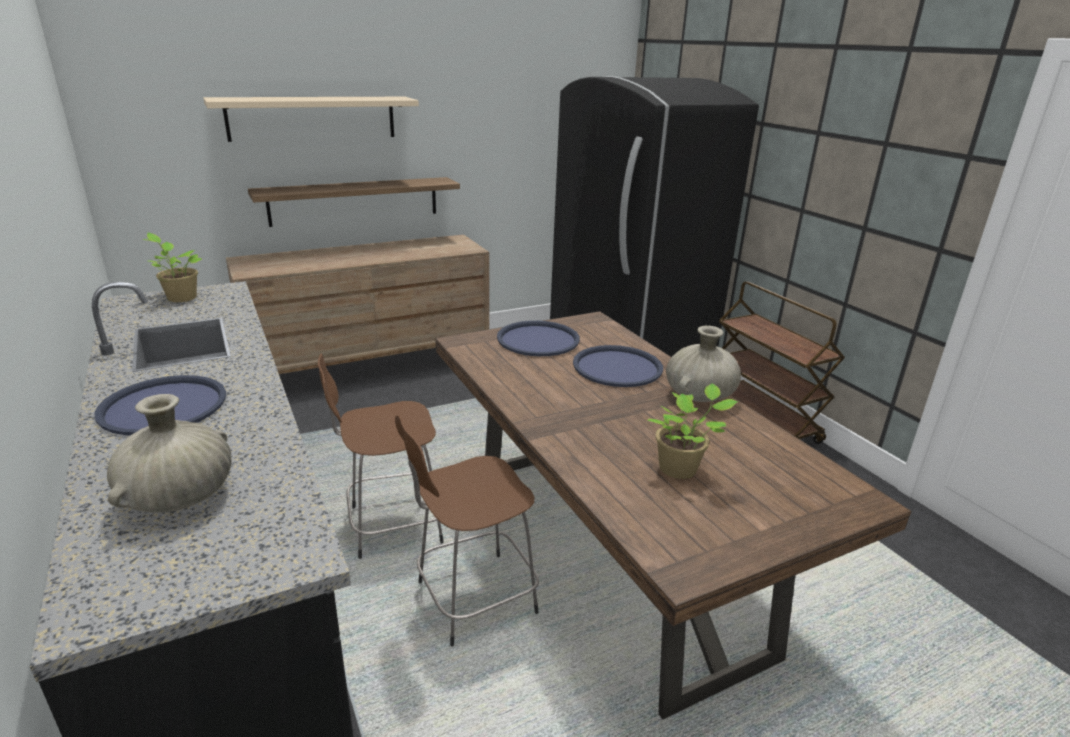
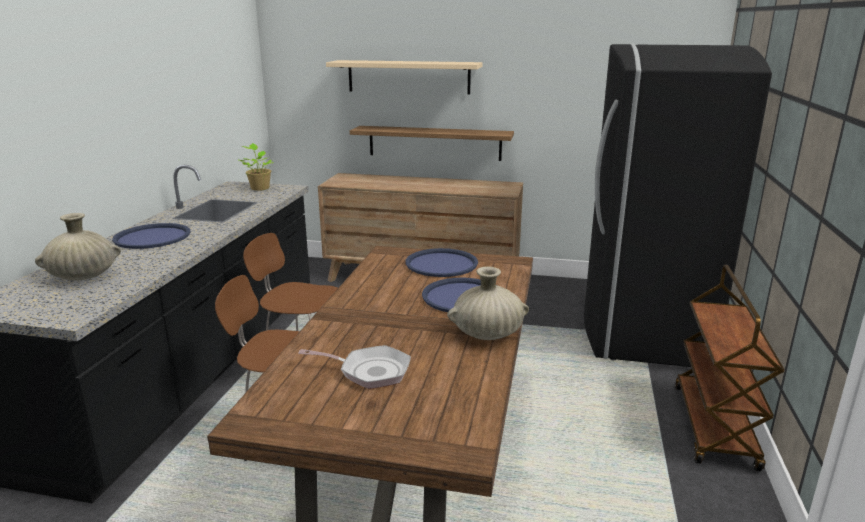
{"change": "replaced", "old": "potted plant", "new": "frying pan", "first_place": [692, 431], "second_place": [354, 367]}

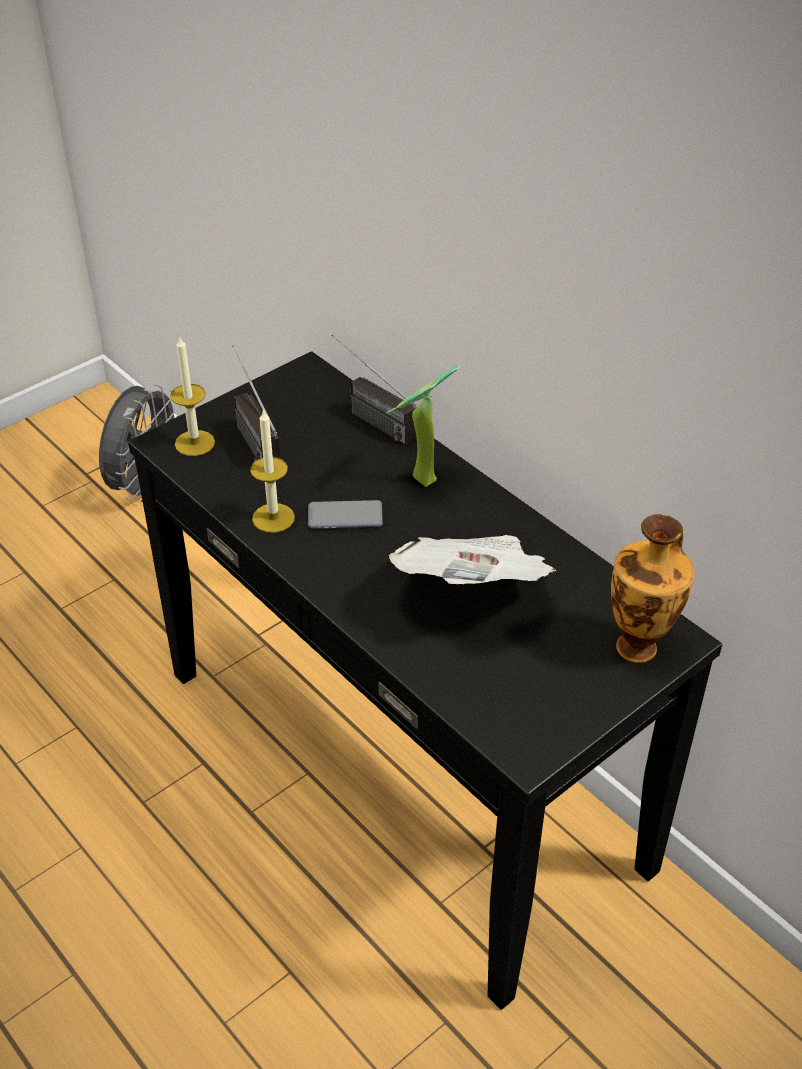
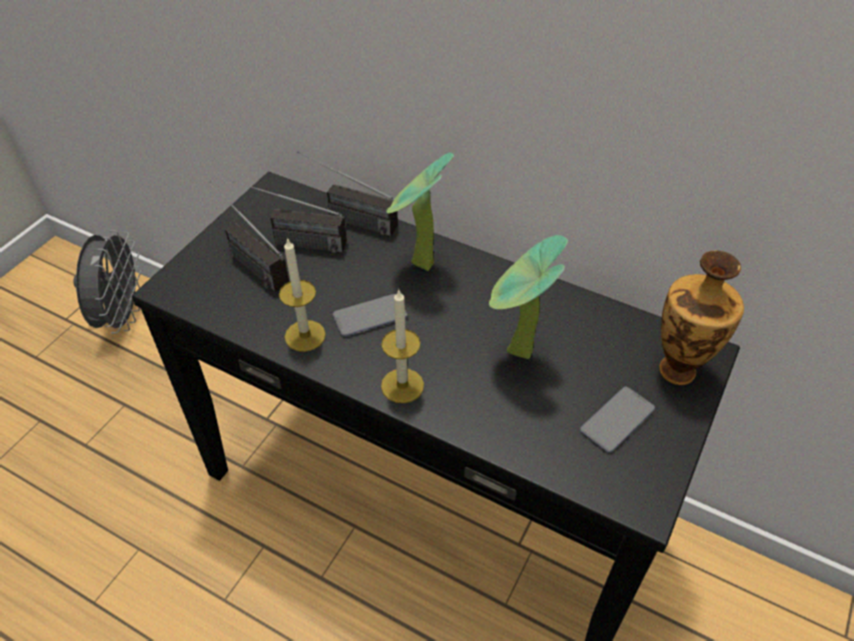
{"change": "added", "new": "radio", "second_place": [289, 217]}
{"change": "moved", "old": "candle", "first_place": [192, 396], "second_place": [402, 346]}
{"change": "replaced", "old": "newspaper", "new": "potted plant", "first_place": [472, 559], "second_place": [528, 297]}
{"change": "added", "new": "phone", "second_place": [617, 419]}

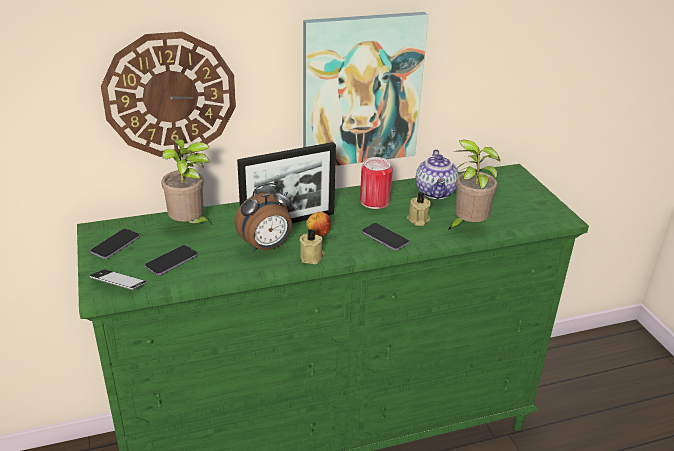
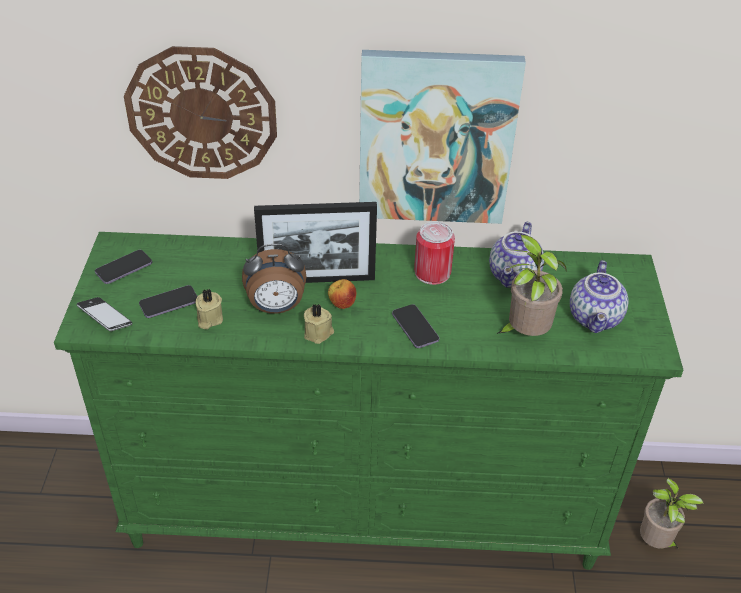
{"change": "moved", "old": "candle in beige", "first_place": [419, 209], "second_place": [209, 309]}
{"change": "added", "new": "teapot", "second_place": [599, 296]}
{"change": "moved", "old": "potted plant", "first_place": [186, 181], "second_place": [672, 513]}

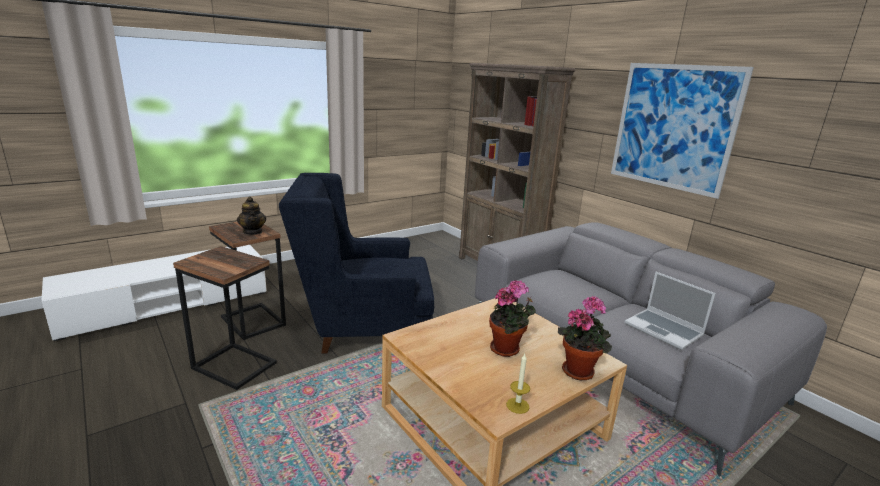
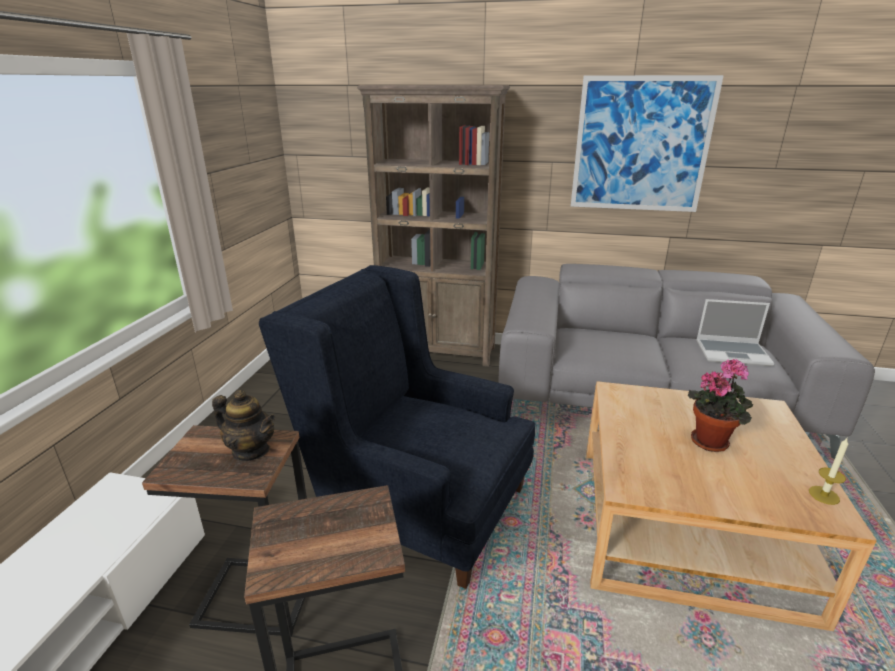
{"change": "turned", "old": "armchair in blue", "first_place": [356, 263], "second_place": [397, 427], "degrees": 75}
{"change": "removed", "old": "potted plant", "first_place": [585, 338]}

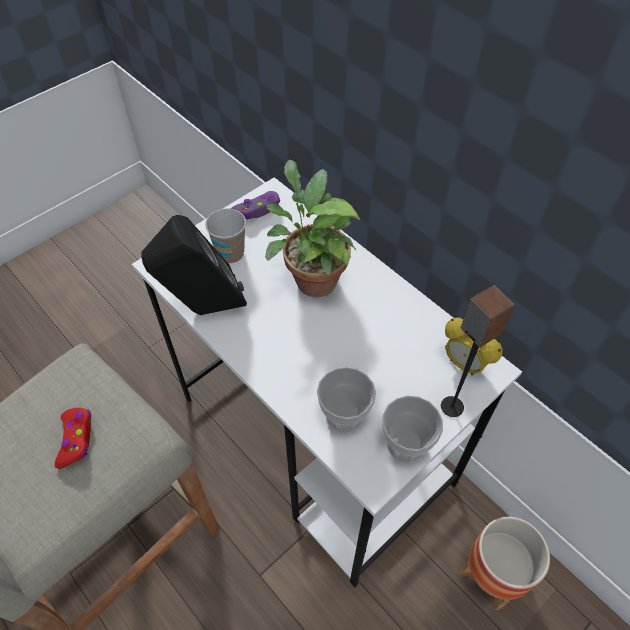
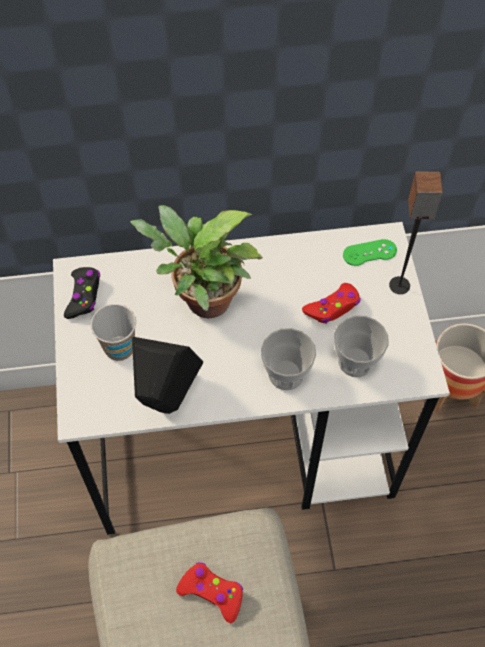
{"change": "recoloured", "old": "game controller in purple", "new": "game controller in black", "first_place": [255, 205], "second_place": [82, 293]}
{"change": "moved", "old": "cup", "first_place": [412, 429], "second_place": [288, 359]}
{"change": "added", "new": "game controller in red", "second_place": [331, 303]}
{"change": "replaced", "old": "alarm clock", "new": "game controller in green", "first_place": [474, 346], "second_place": [370, 252]}

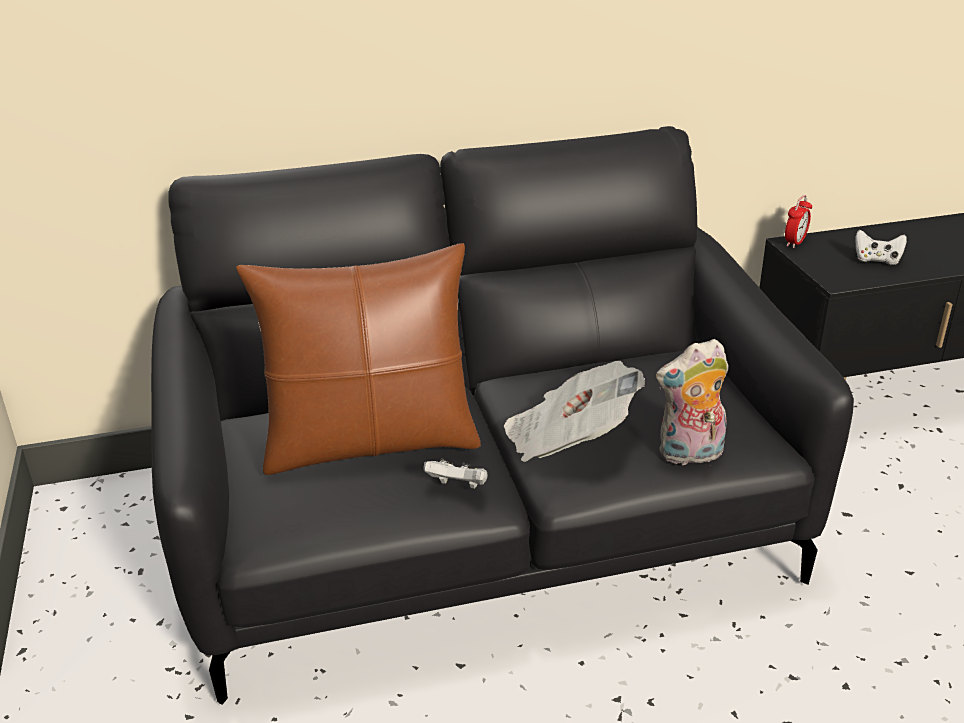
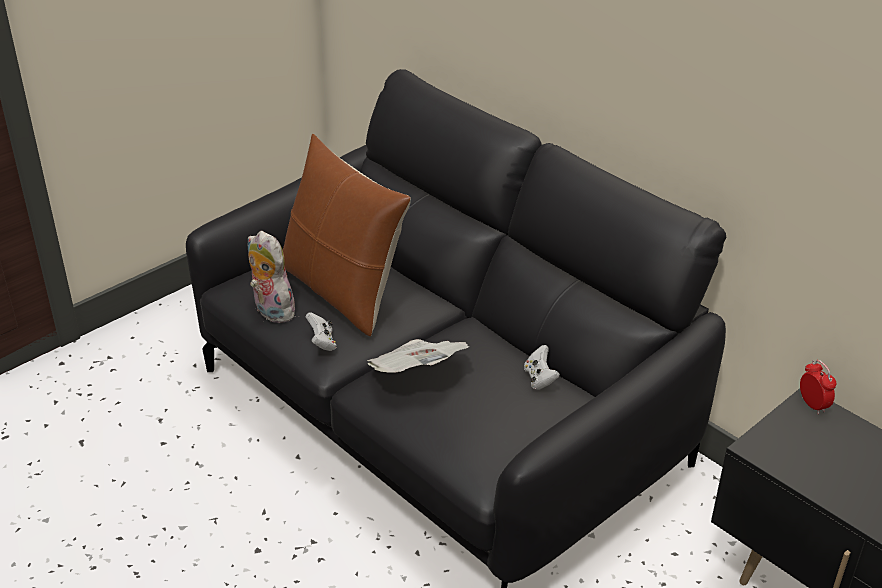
{"change": "moved", "old": "plush toy", "first_place": [692, 402], "second_place": [271, 277]}
{"change": "moved", "old": "game controller in white", "first_place": [881, 247], "second_place": [542, 367]}
{"change": "turned", "old": "alarm clock", "first_place": [798, 221], "second_place": [818, 387], "degrees": -120}

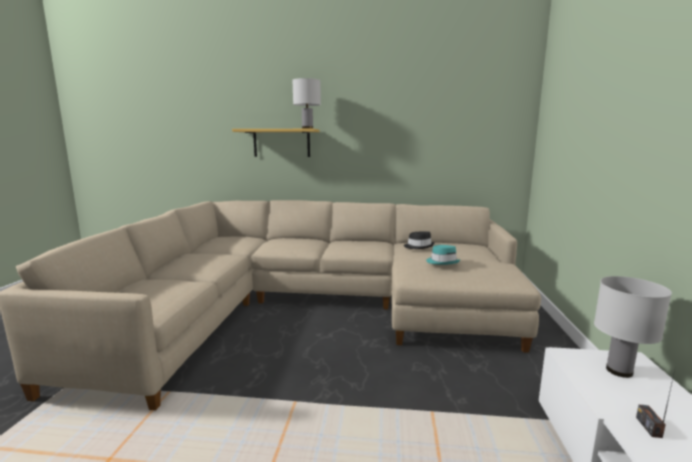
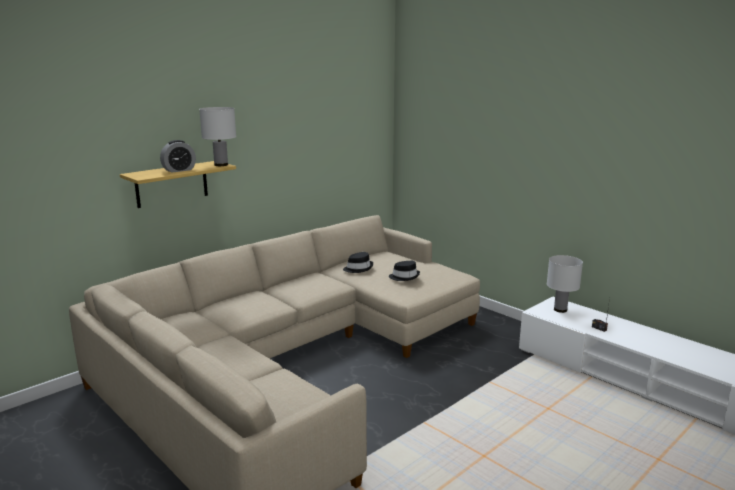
{"change": "added", "new": "alarm clock", "second_place": [178, 156]}
{"change": "recoloured", "old": "hat in turquoise", "new": "hat in black", "first_place": [443, 255], "second_place": [404, 271]}

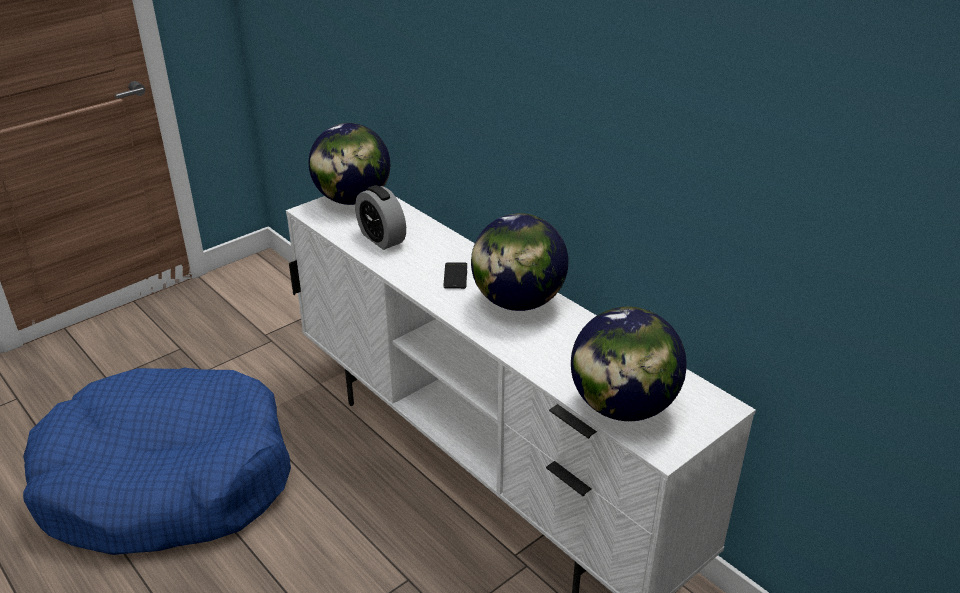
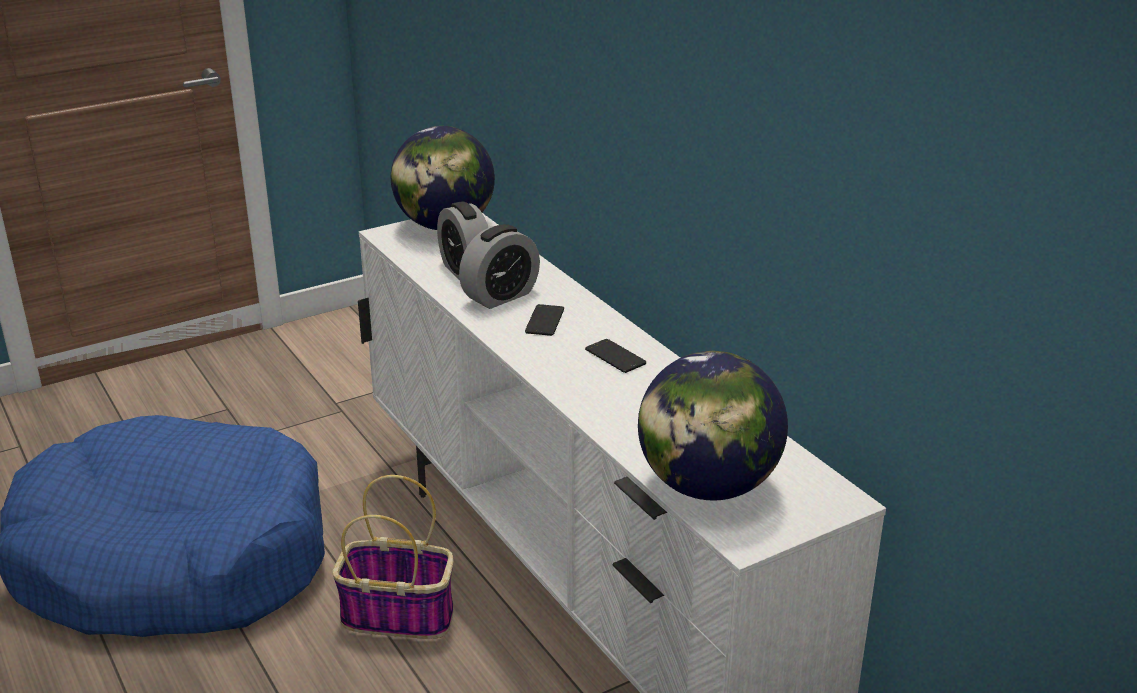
{"change": "added", "new": "basket", "second_place": [392, 557]}
{"change": "added", "new": "alarm clock", "second_place": [499, 266]}
{"change": "replaced", "old": "globe", "new": "phone", "first_place": [519, 262], "second_place": [615, 356]}

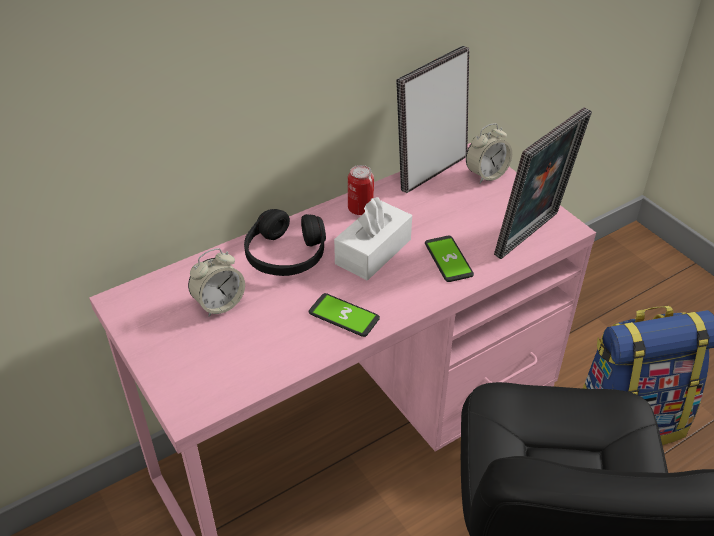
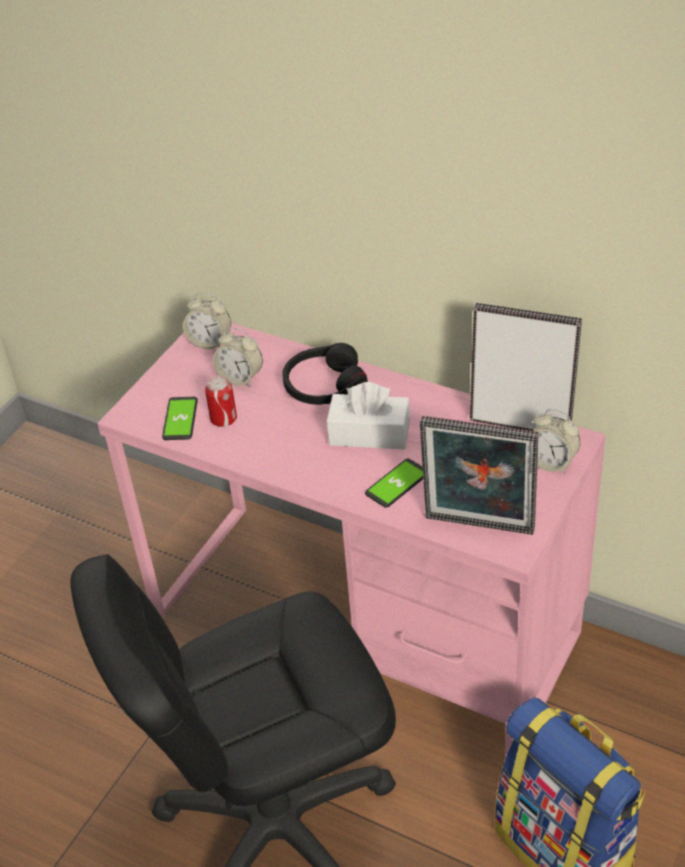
{"change": "moved", "old": "phone", "first_place": [344, 315], "second_place": [180, 418]}
{"change": "added", "new": "alarm clock", "second_place": [207, 321]}
{"change": "moved", "old": "can", "first_place": [361, 190], "second_place": [221, 401]}

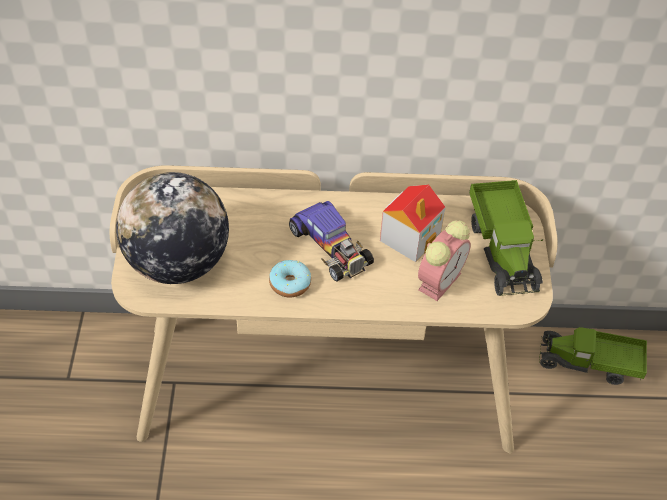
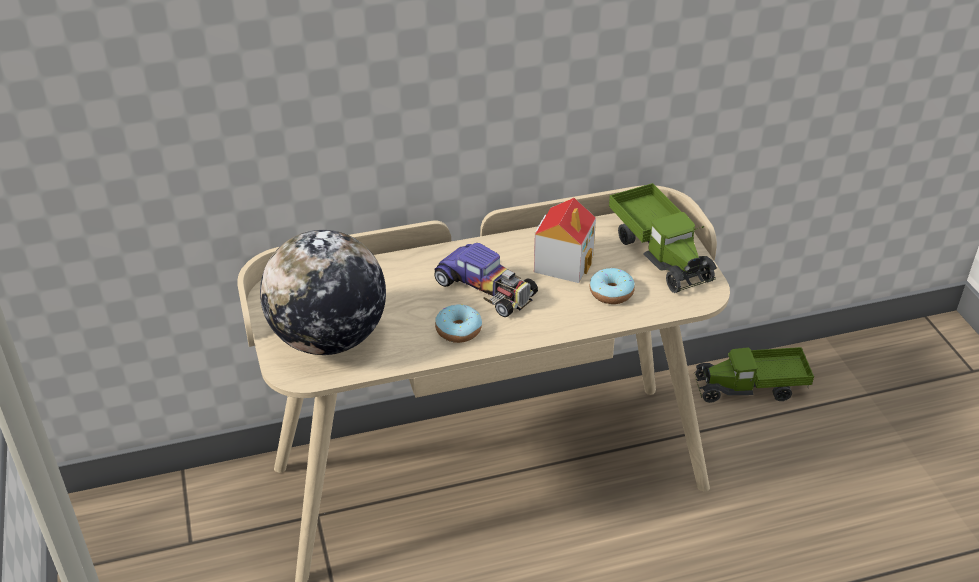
{"change": "replaced", "old": "alarm clock", "new": "donut", "first_place": [444, 260], "second_place": [612, 286]}

